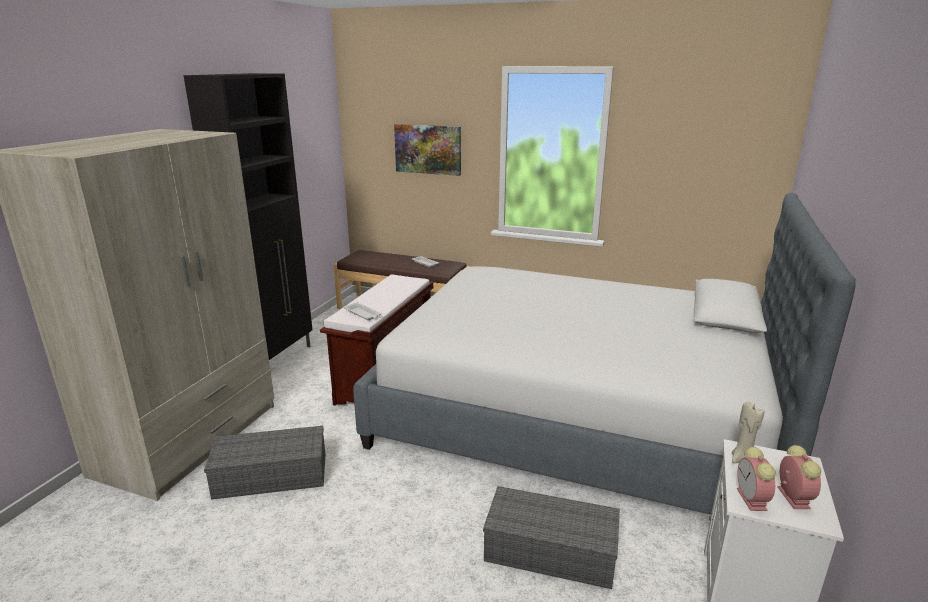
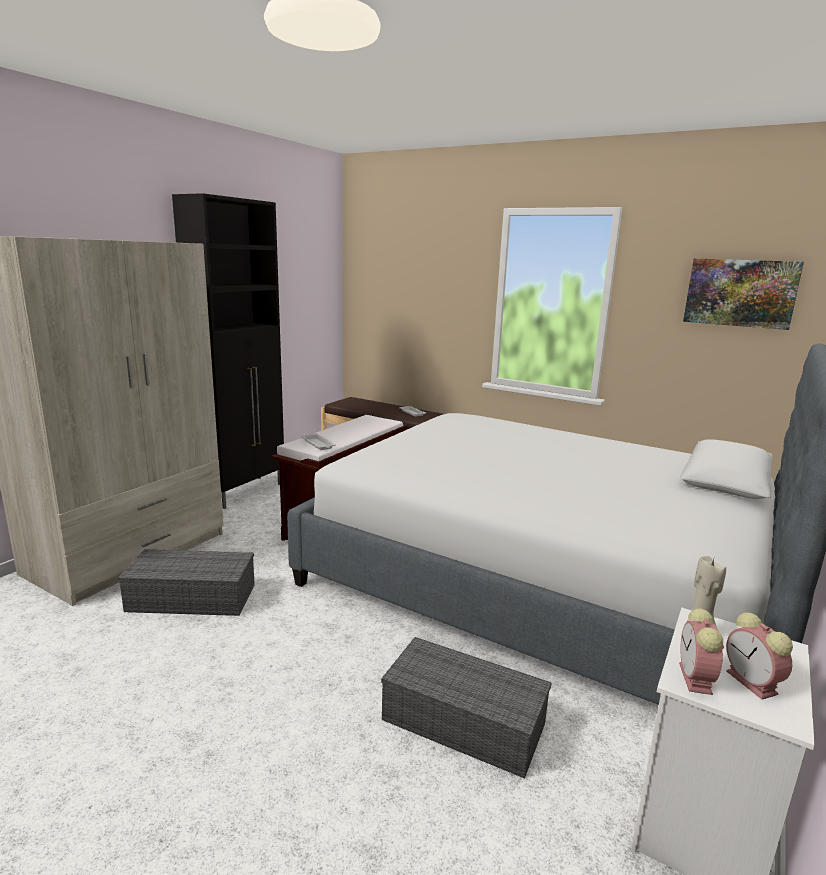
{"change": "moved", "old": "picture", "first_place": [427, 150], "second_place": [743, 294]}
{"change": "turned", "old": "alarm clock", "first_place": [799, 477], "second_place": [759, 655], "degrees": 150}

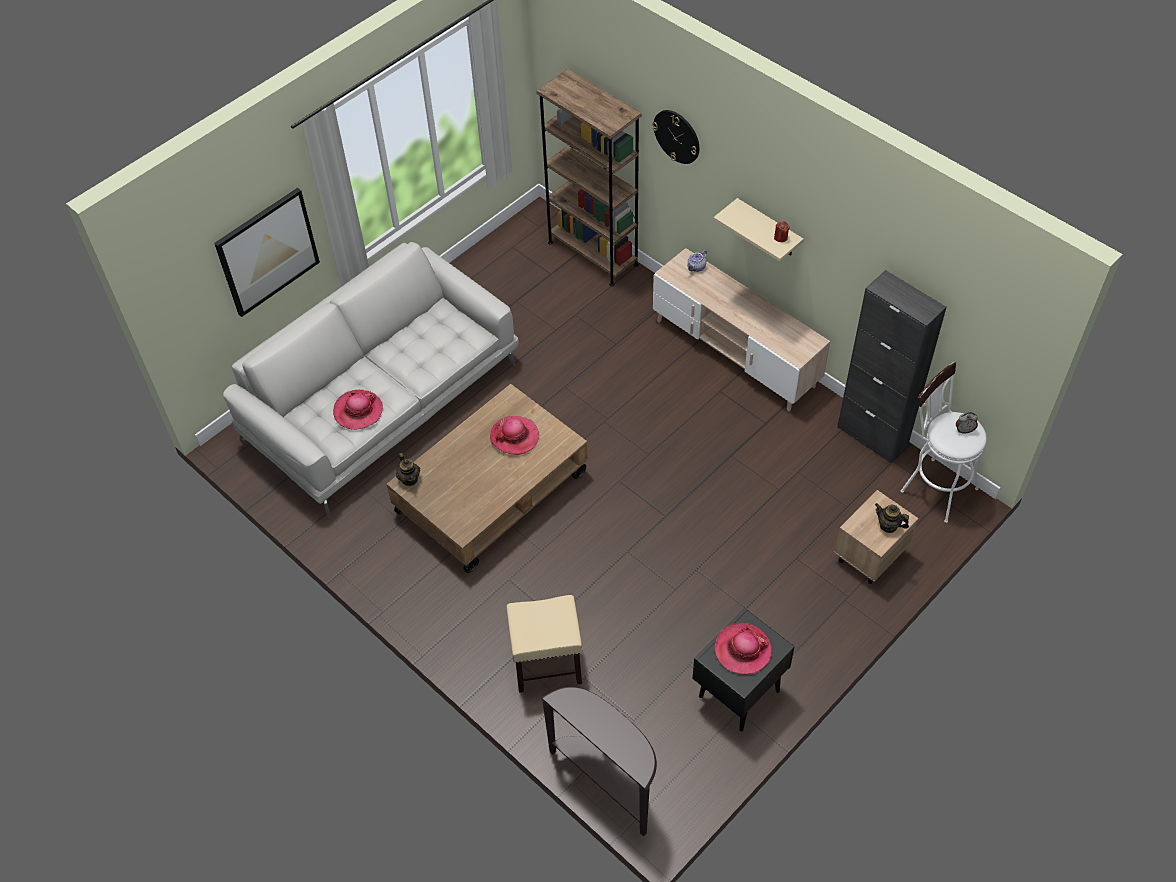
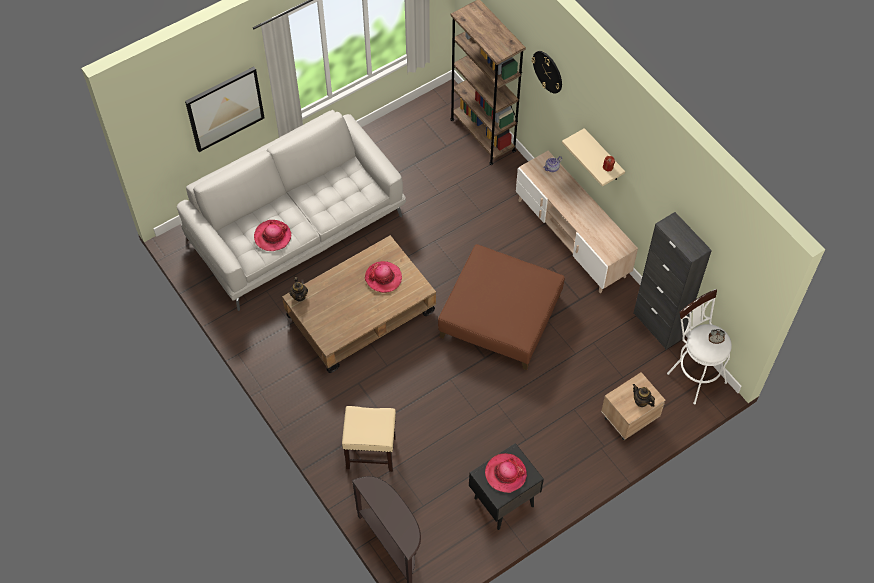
{"change": "added", "new": "ottoman in brown", "second_place": [501, 307]}

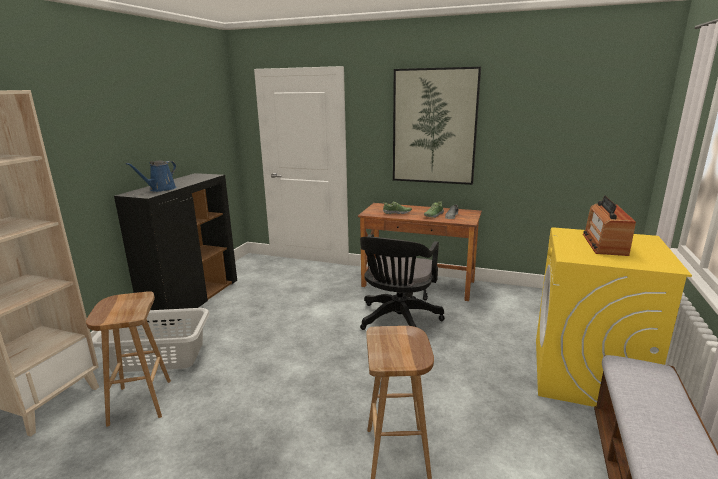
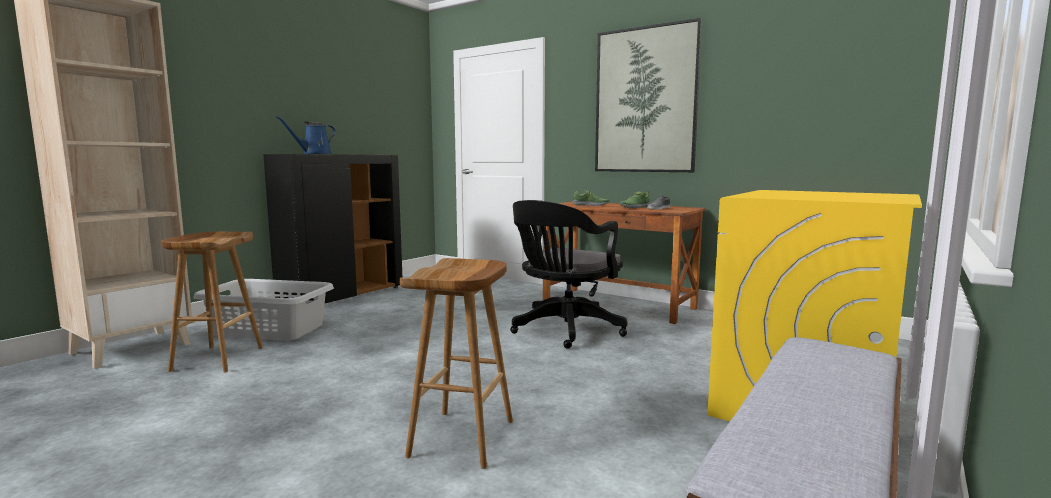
{"change": "removed", "old": "radio", "first_place": [609, 226]}

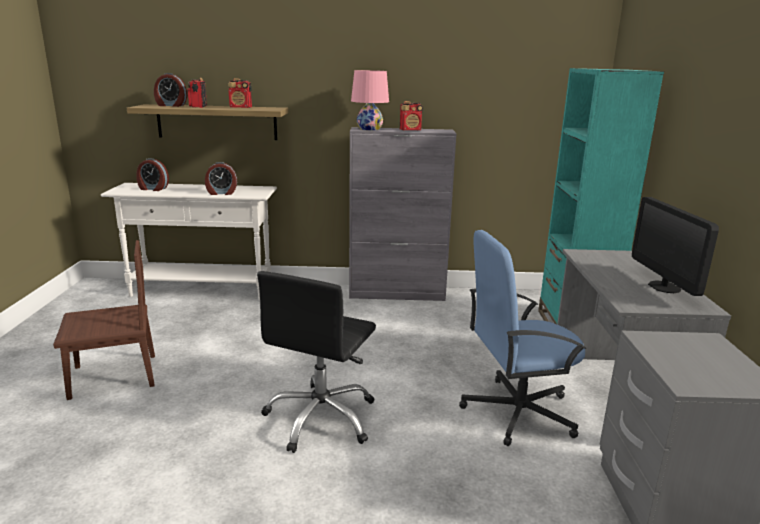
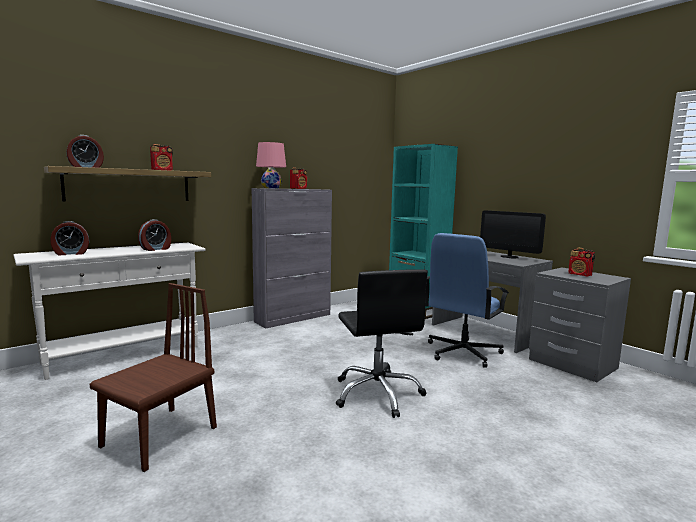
{"change": "moved", "old": "radio", "first_place": [197, 93], "second_place": [581, 261]}

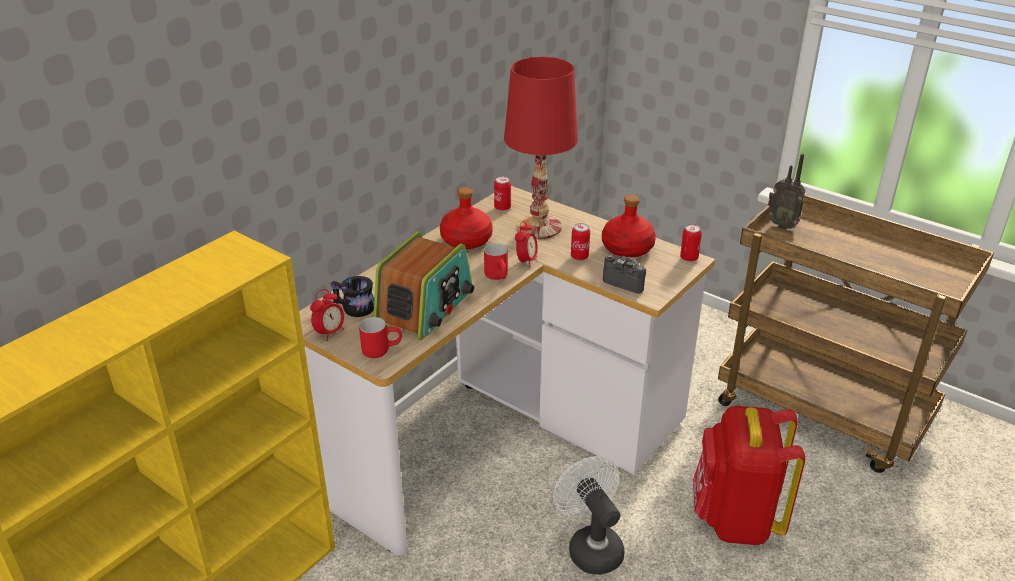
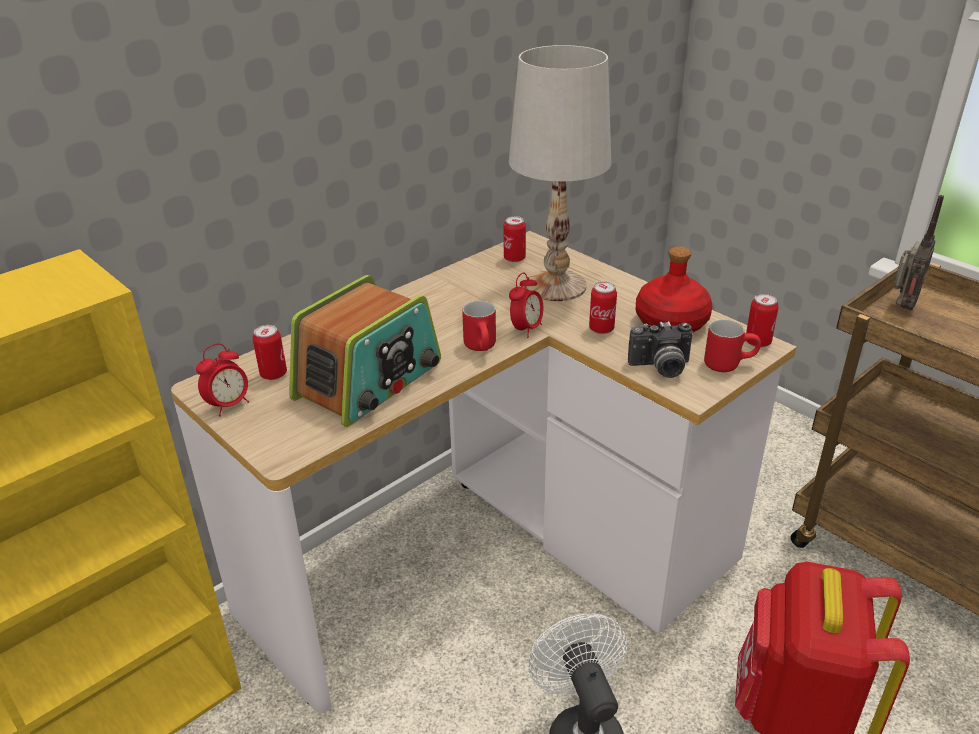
{"change": "replaced", "old": "mug in black", "new": "can", "first_place": [352, 296], "second_place": [270, 352]}
{"change": "recoloured", "old": "table lamp in red", "new": "table lamp in white", "first_place": [541, 148], "second_place": [560, 173]}
{"change": "turned", "old": "photo camera", "first_place": [624, 274], "second_place": [660, 349], "degrees": 135}
{"change": "moved", "old": "mug in red", "first_place": [380, 337], "second_place": [732, 346]}
{"change": "turned", "old": "radio", "first_place": [786, 191], "second_place": [919, 252], "degrees": -105}
{"change": "removed", "old": "bottle in red", "first_place": [466, 218]}

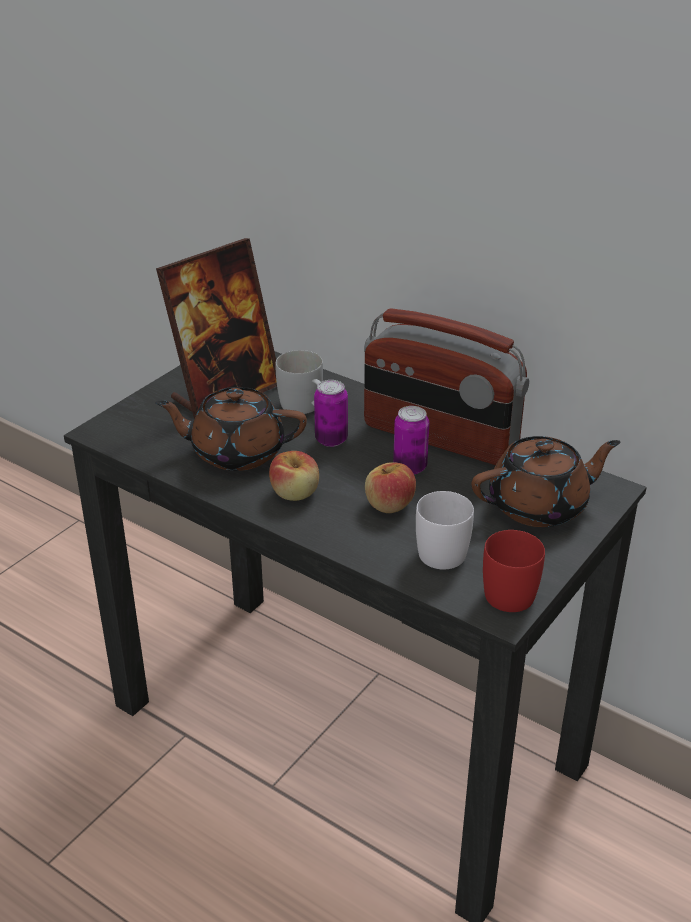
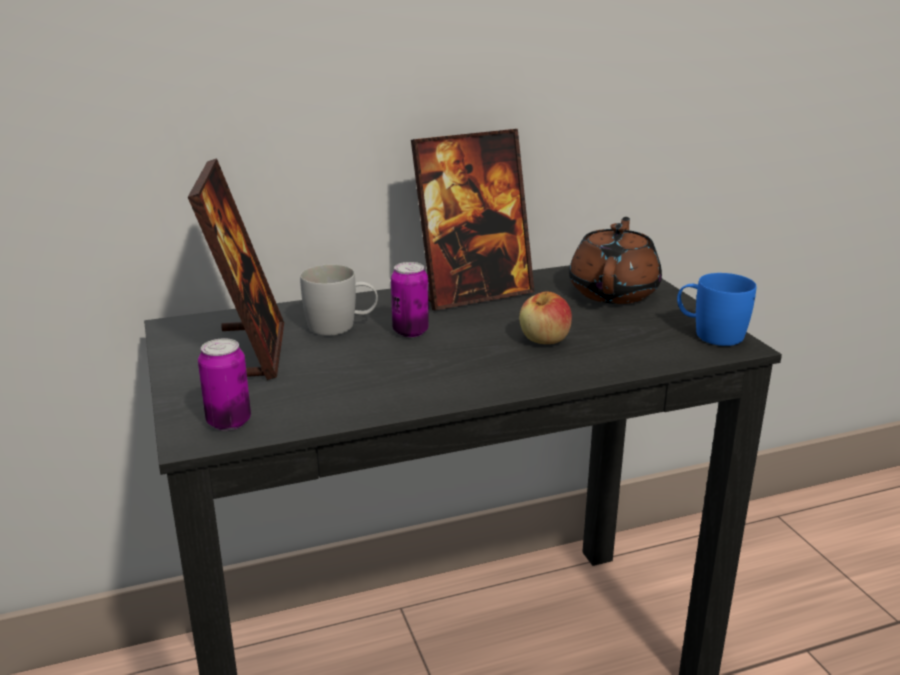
{"change": "moved", "old": "can", "first_place": [411, 440], "second_place": [224, 384]}
{"change": "replaced", "old": "radio", "new": "picture frame", "first_place": [446, 386], "second_place": [473, 220]}
{"change": "recoloured", "old": "mug in red", "new": "mug in blue", "first_place": [514, 571], "second_place": [716, 309]}
{"change": "removed", "old": "teapot in brown", "first_place": [231, 429]}
{"change": "removed", "old": "apple", "first_place": [294, 476]}
{"change": "removed", "old": "mug in white", "first_place": [445, 530]}

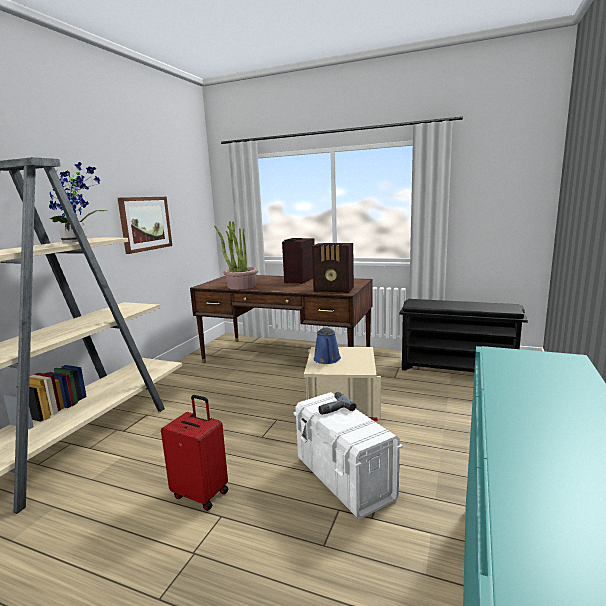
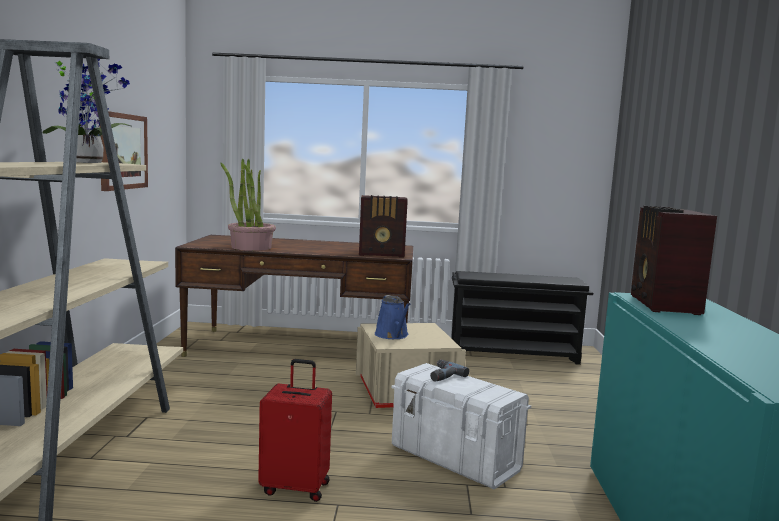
{"change": "moved", "old": "radio", "first_place": [298, 261], "second_place": [674, 260]}

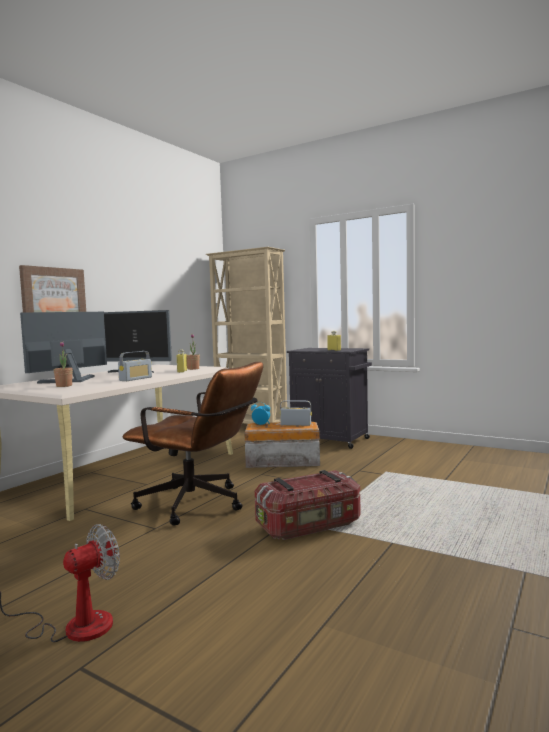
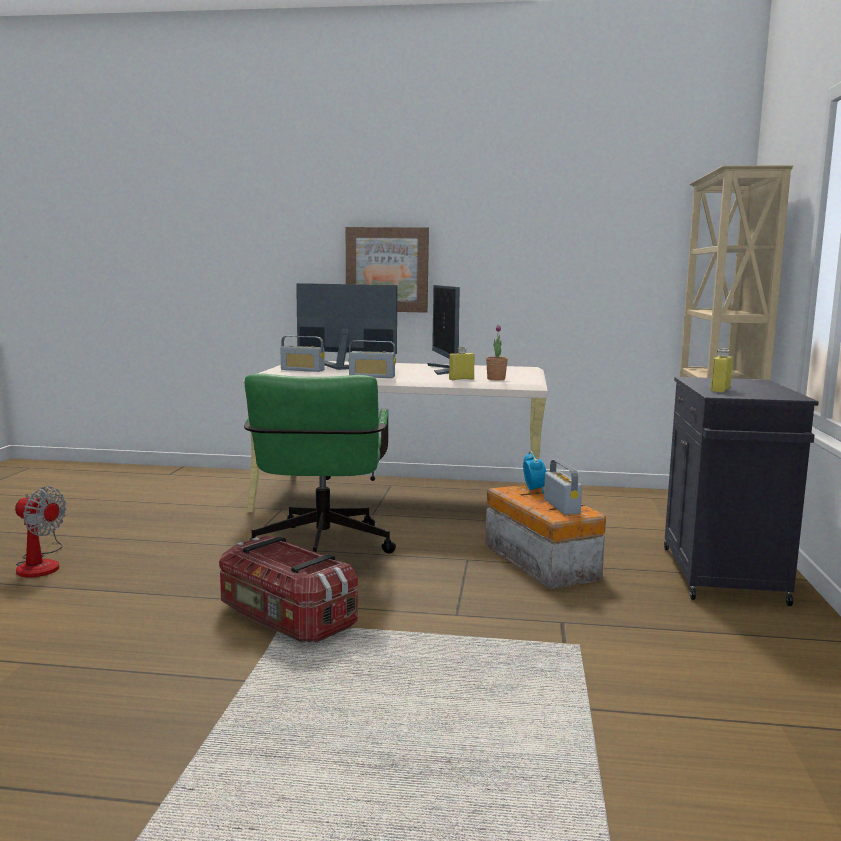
{"change": "recoloured", "old": "office chair in brown", "new": "office chair in green", "first_place": [193, 444], "second_place": [320, 464]}
{"change": "replaced", "old": "potted plant", "new": "radio", "first_place": [63, 364], "second_place": [303, 354]}

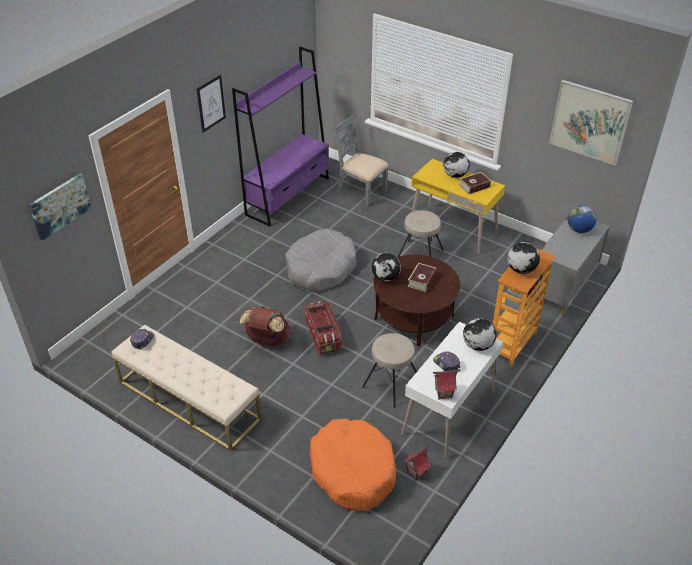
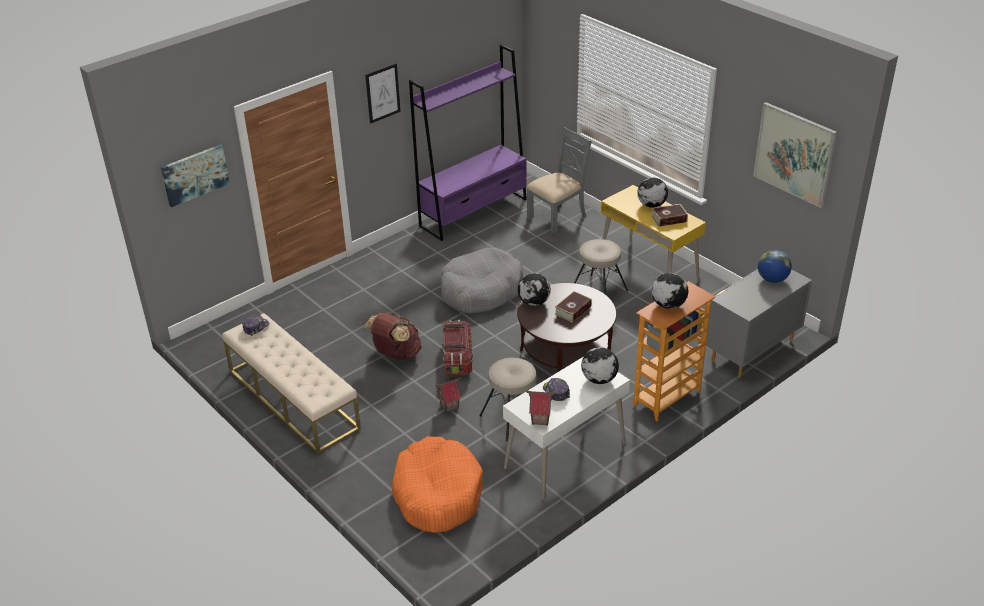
{"change": "moved", "old": "toy house", "first_place": [417, 463], "second_place": [448, 395]}
{"change": "turned", "old": "chair in grey", "first_place": [361, 161], "second_place": [559, 180], "degrees": 90}

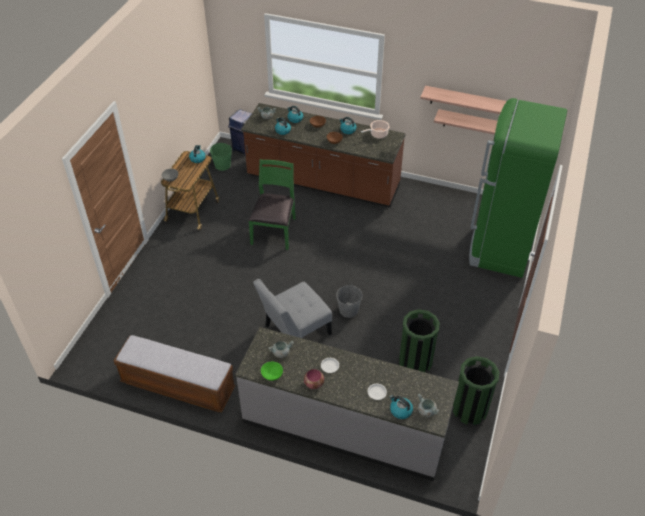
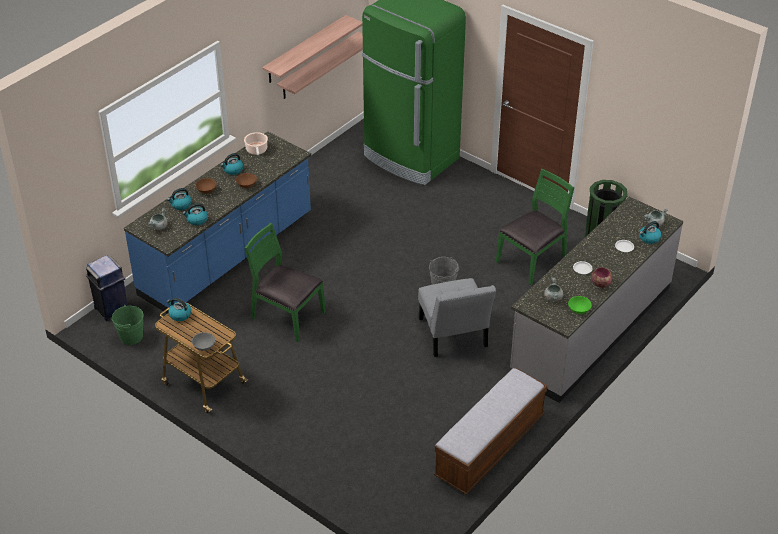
{"change": "recoloured", "old": "counter in brown", "new": "counter in blue", "first_place": [323, 155], "second_place": [217, 222]}
{"change": "replaced", "old": "trash can in green", "new": "chair in green", "first_place": [419, 340], "second_place": [535, 227]}

